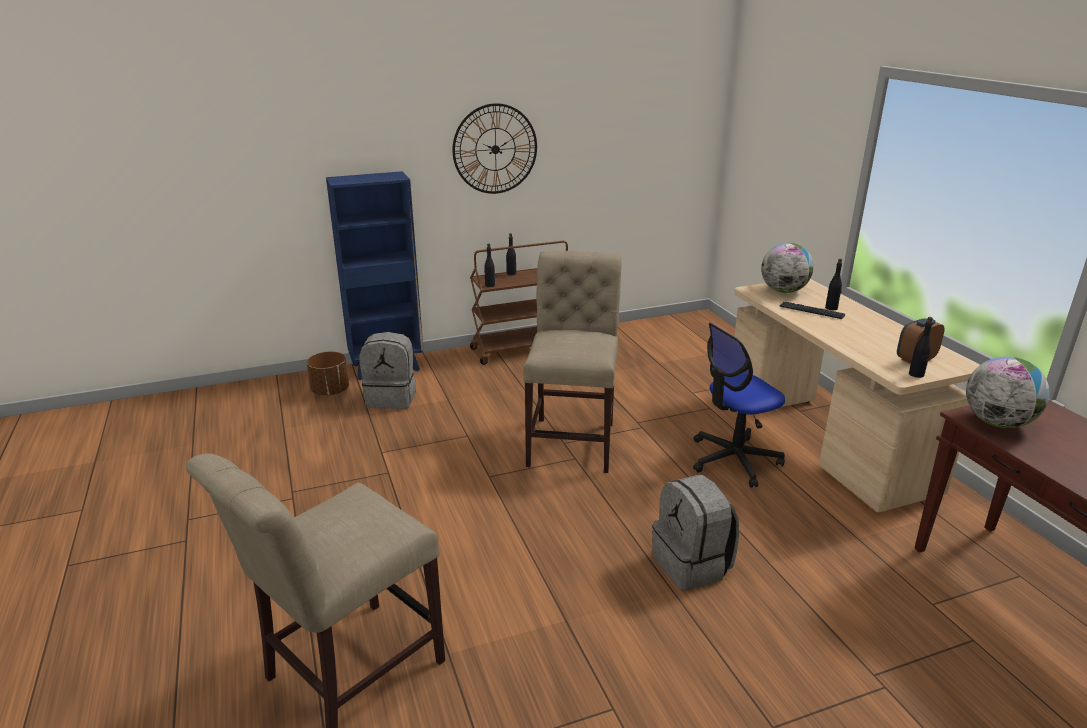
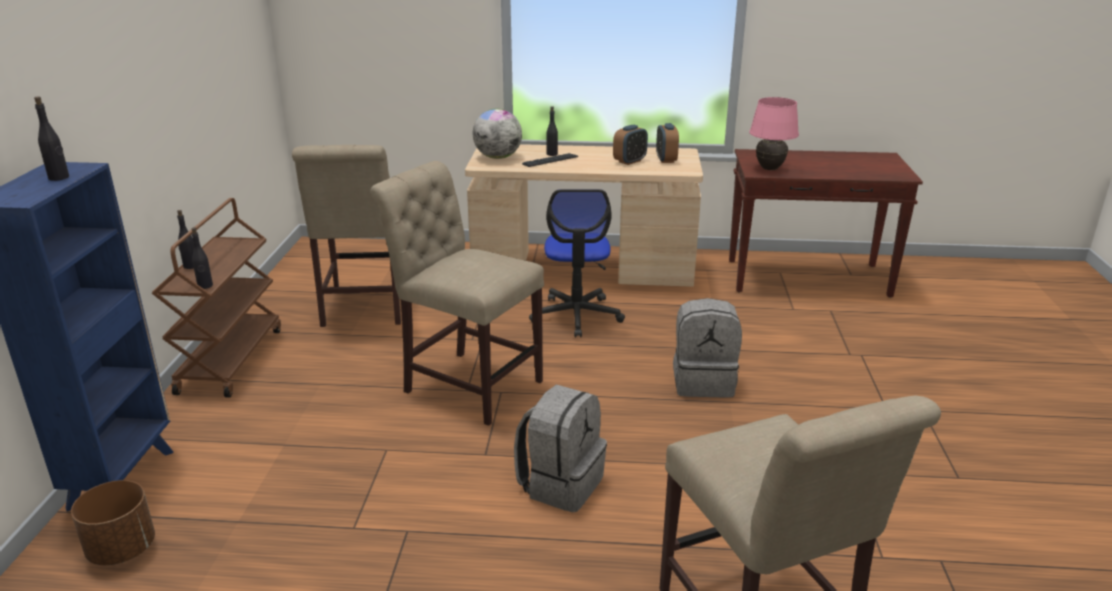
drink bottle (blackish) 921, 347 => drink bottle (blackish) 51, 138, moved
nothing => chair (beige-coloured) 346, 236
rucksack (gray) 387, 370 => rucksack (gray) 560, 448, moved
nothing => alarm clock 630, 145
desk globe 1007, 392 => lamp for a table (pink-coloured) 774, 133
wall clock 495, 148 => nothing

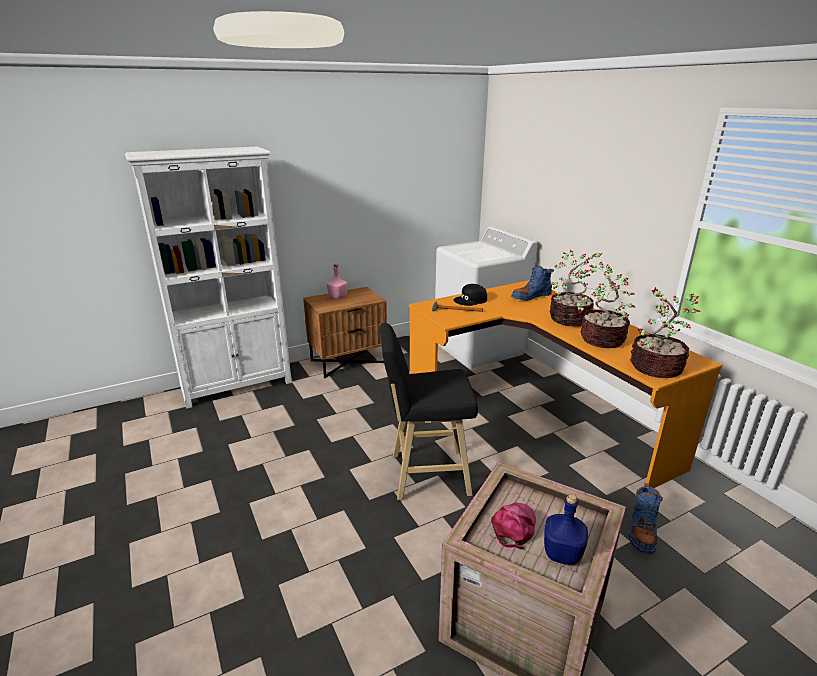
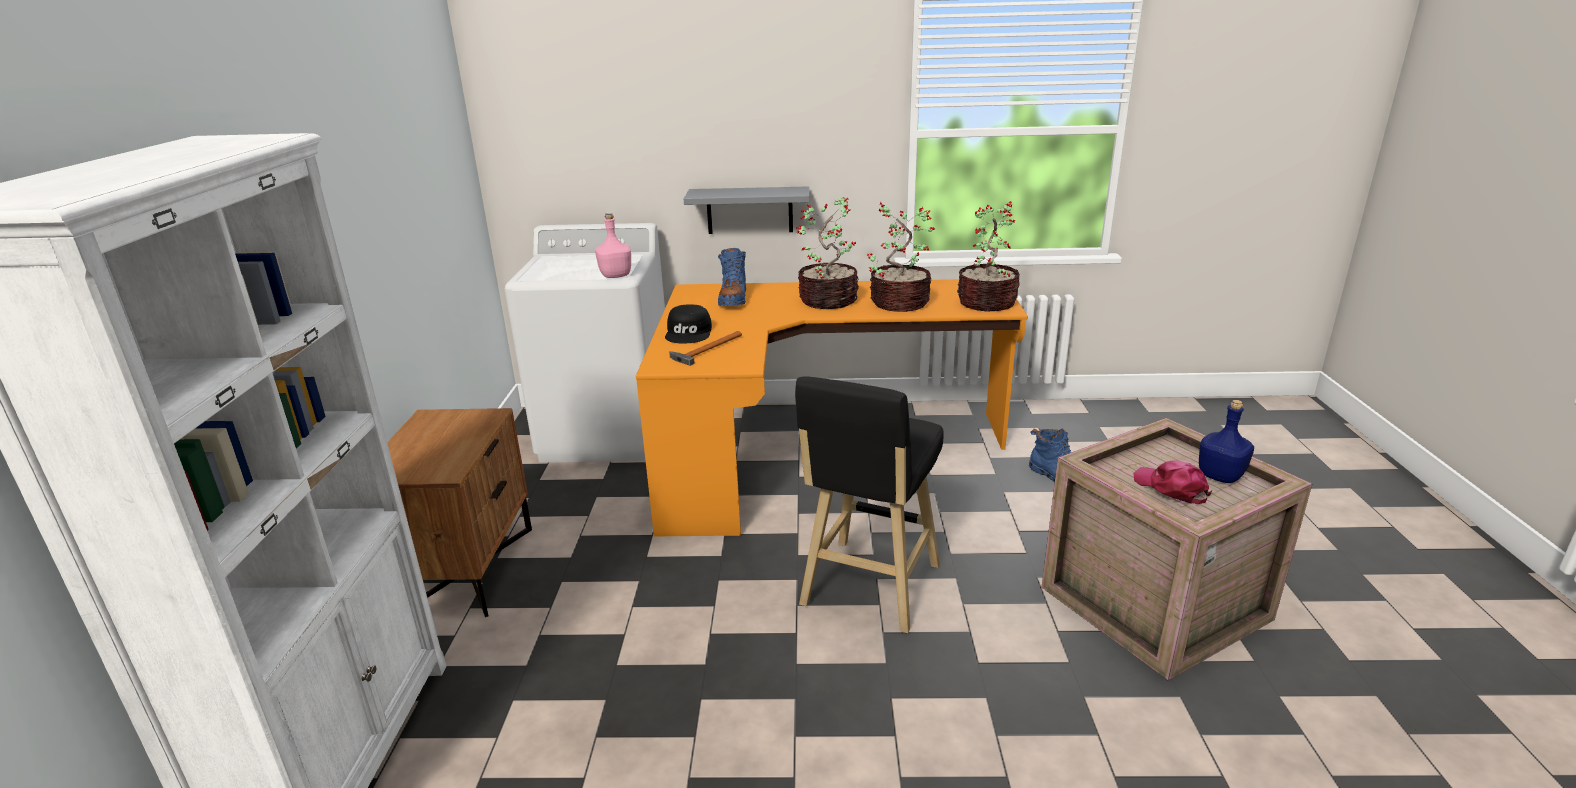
drink bottle (pink-coloured) 337, 281 => drink bottle (pink-coloured) 613, 245, moved
nothing => bracket shelf (gray) 746, 210

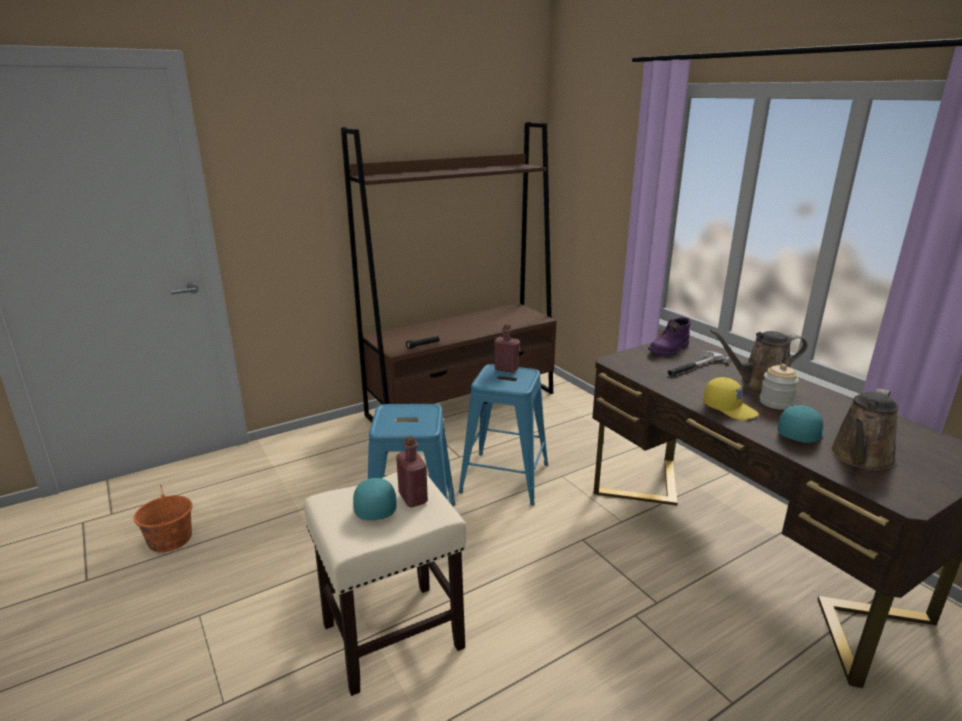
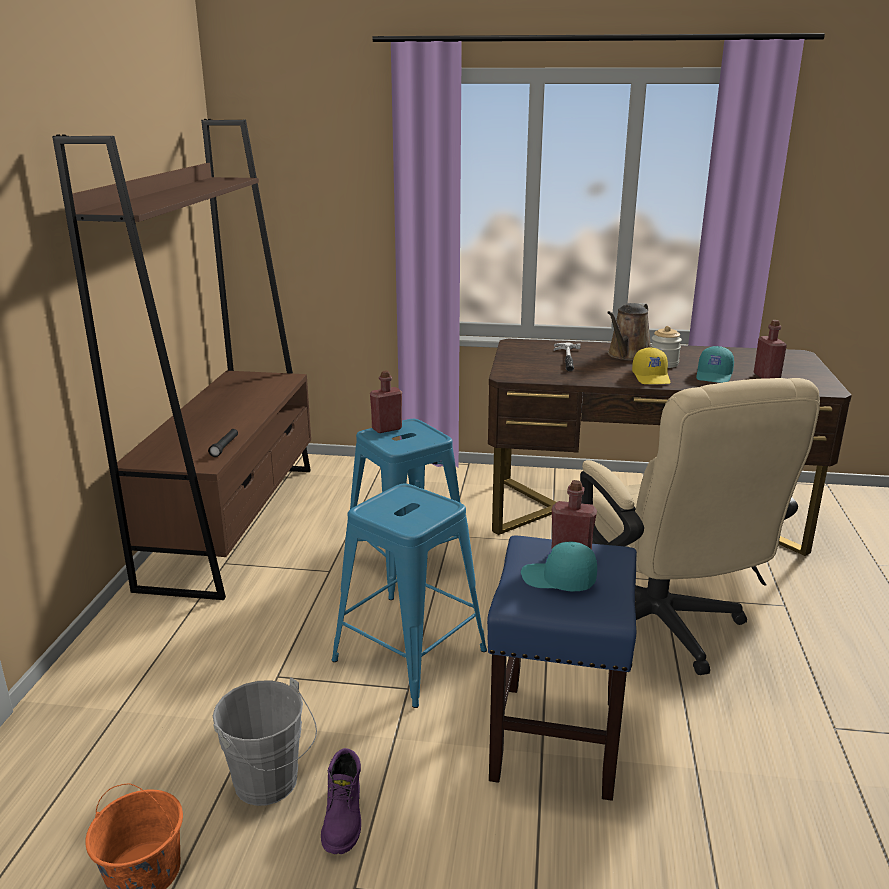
nothing => bucket (gray) 265, 741
boot (purple) 669, 336 => boot (purple) 341, 801, moved
stool seat (beige-coloured) 385, 584 => stool seat (blue) 562, 668
nothing => computer chair (beige-coloured) 700, 526
baseball cap (yellow) 731, 398 => baseball cap (yellow) 651, 366, 90 degrees clockwise
baseball cap (blue-green) 800, 424 => baseball cap (blue-green) 715, 364, 150 degrees counterclockwise
watering pot (brownish) 864, 429 => drink bottle (red-coloured) 770, 349

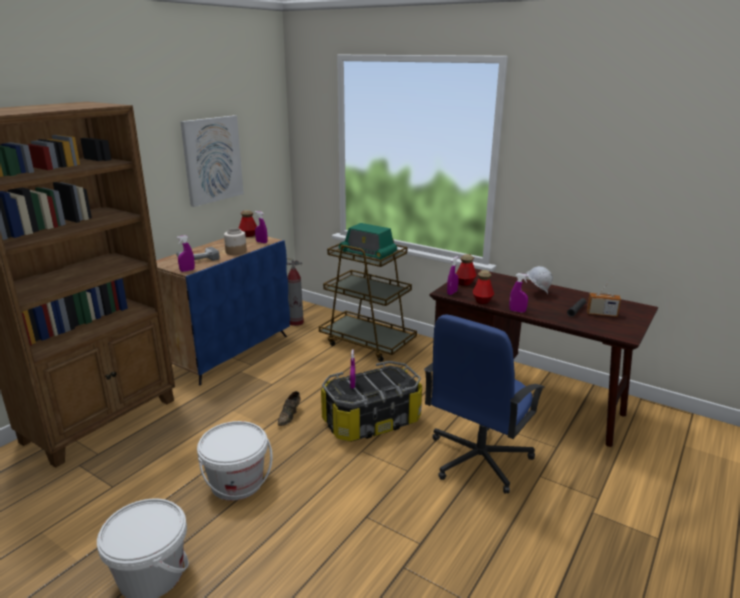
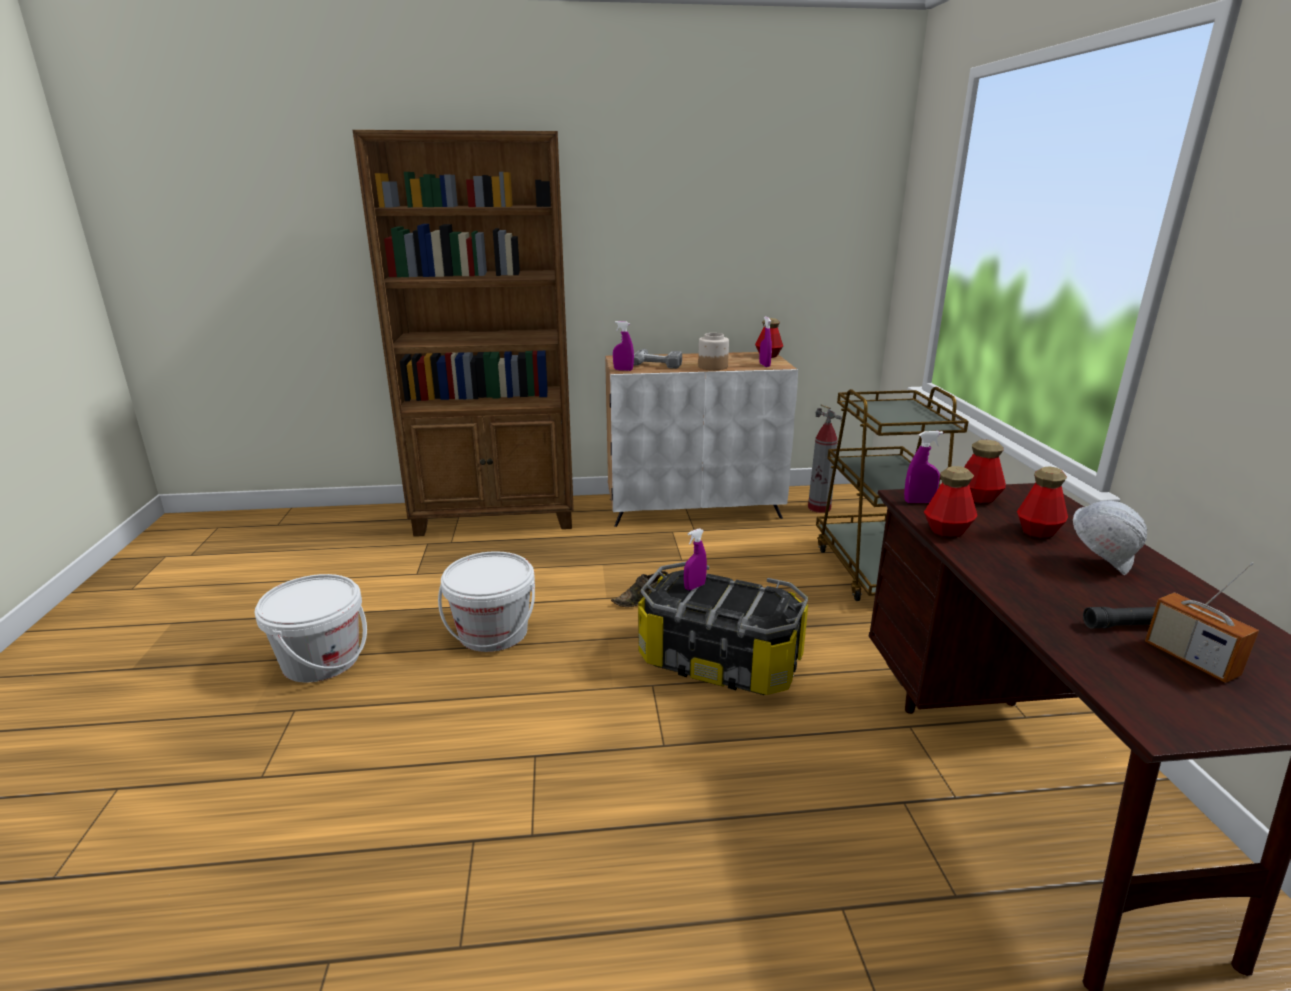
storage cabinet (blue) 223, 311 => storage cabinet (white) 701, 439
nothing => drink bottle 1042, 503
wall art 212, 161 => nothing
radio 368, 241 => nothing
computer chair (blue) 484, 404 => nothing
spray bottle (purple) 519, 293 => nothing

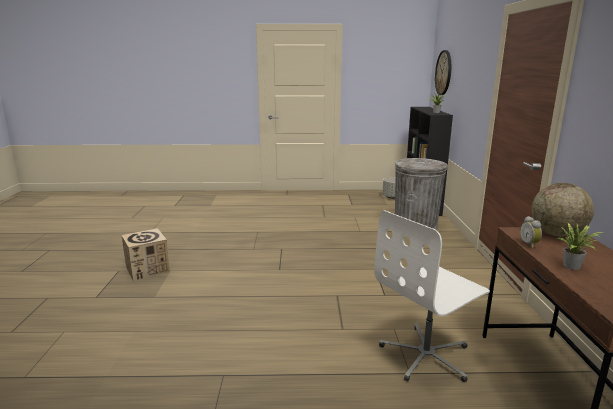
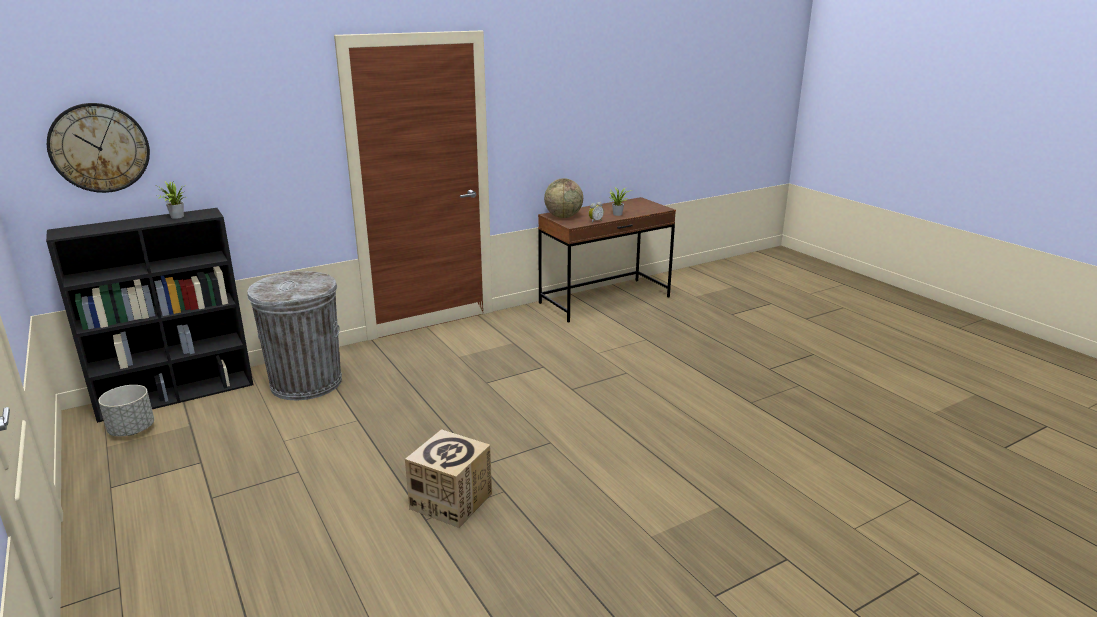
carton 146, 254 => carton 448, 478, moved
computer chair (white) 432, 296 => nothing

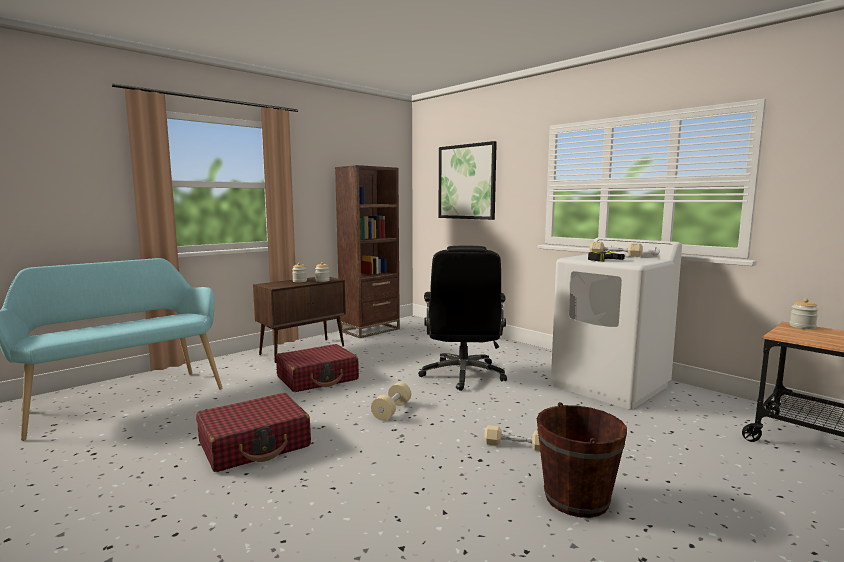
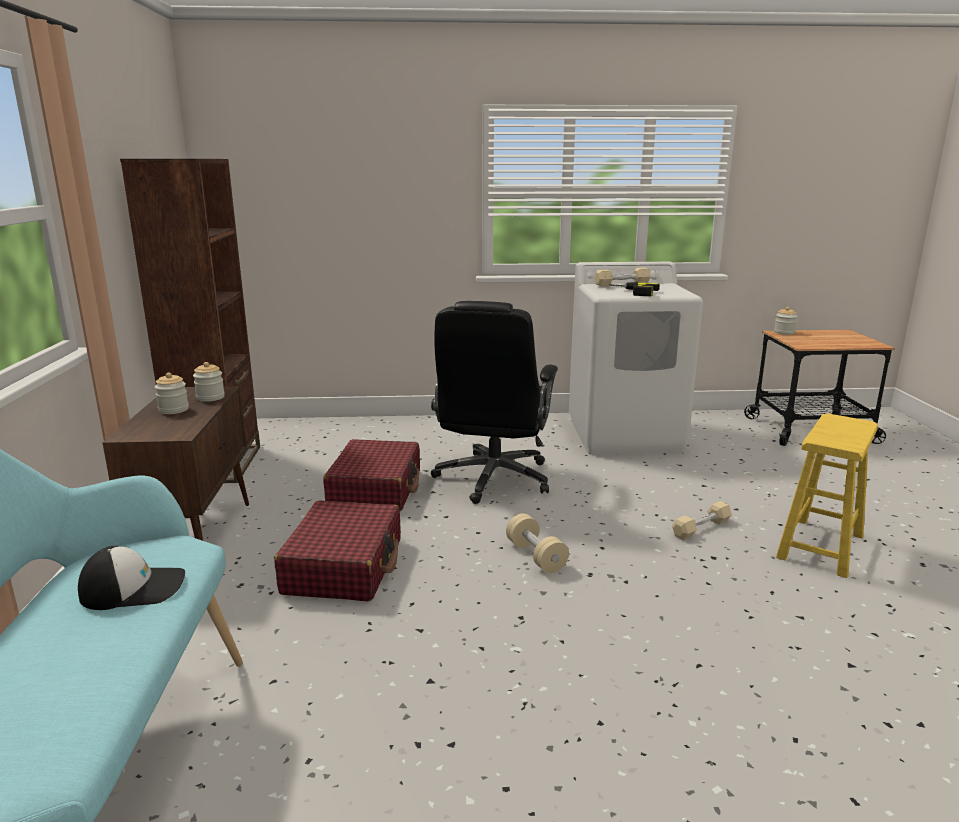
nothing => baseball cap 131, 578
travel case (red-coloured) 253, 432 => travel case (red-coloured) 371, 475, moved
computer chair (blackish) 462, 318 => computer chair (blackish) 494, 402, 60 degrees clockwise
bucket (brownish) 582, 460 => stool seat (yellow) 827, 495
wall art 467, 180 => nothing

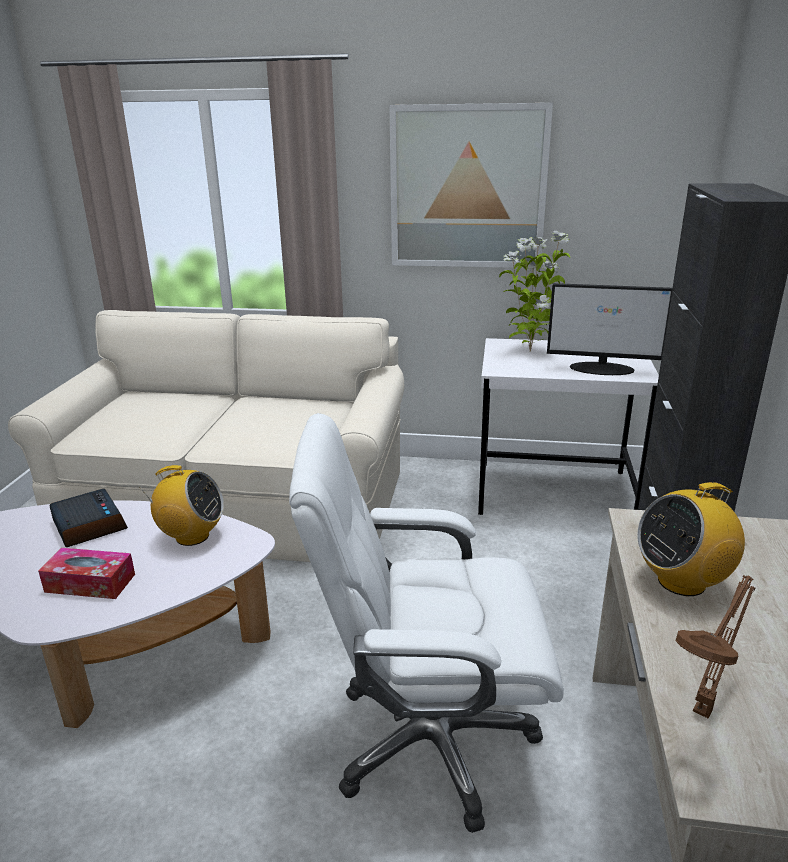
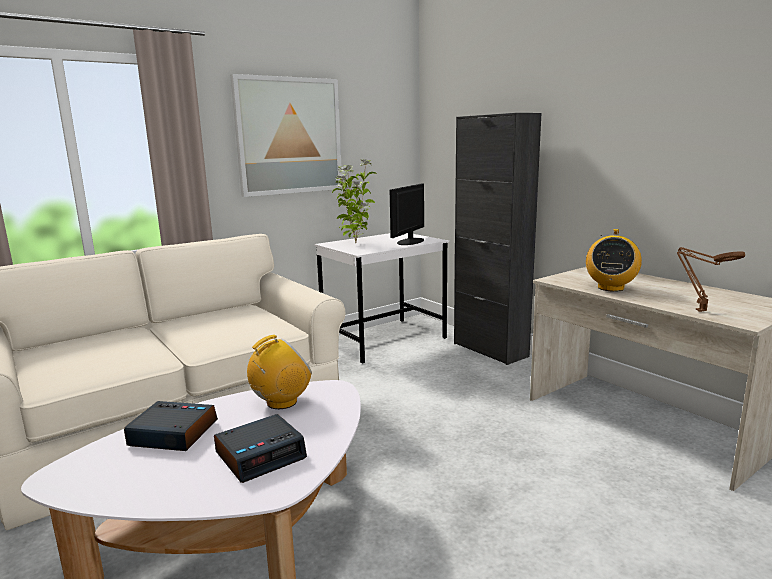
tissue box 86, 573 => alarm clock 260, 448
computer screen 609, 329 => computer screen 407, 214, 150 degrees clockwise
computer chair (white) 426, 623 => nothing

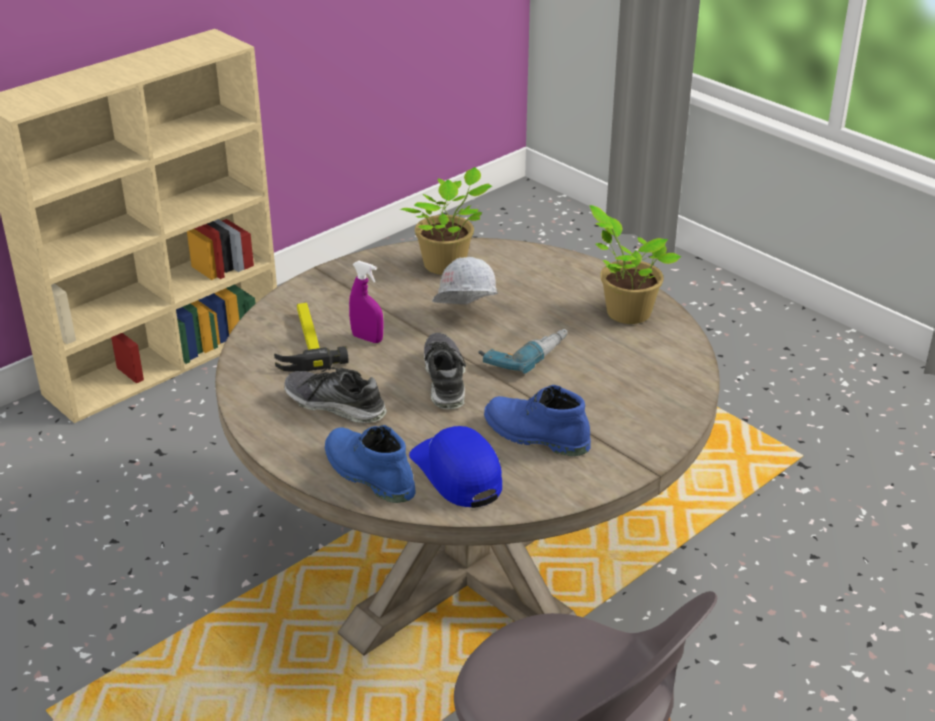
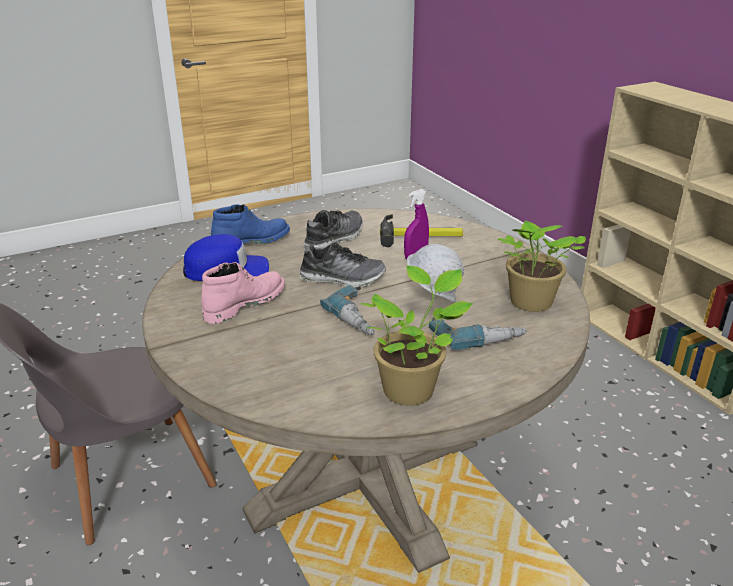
boot (blue) 537, 420 => boot (pink-coloured) 243, 293
nothing => drill 478, 333

